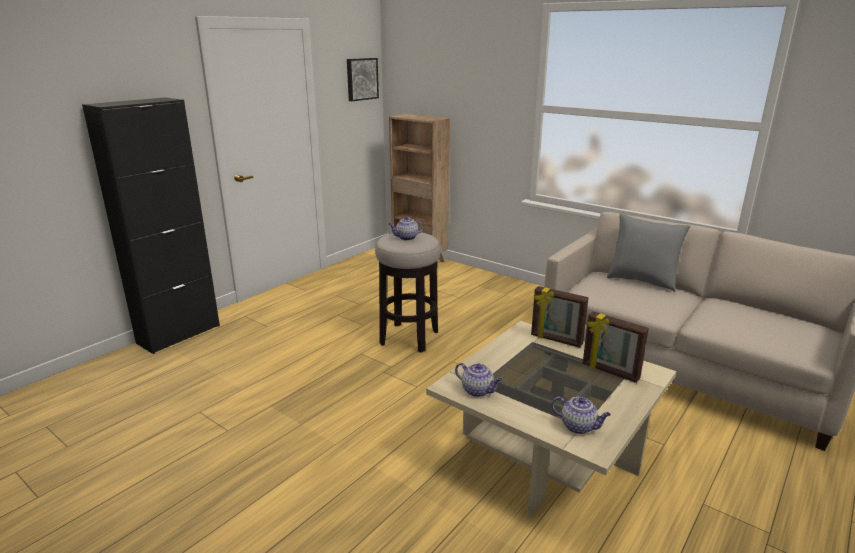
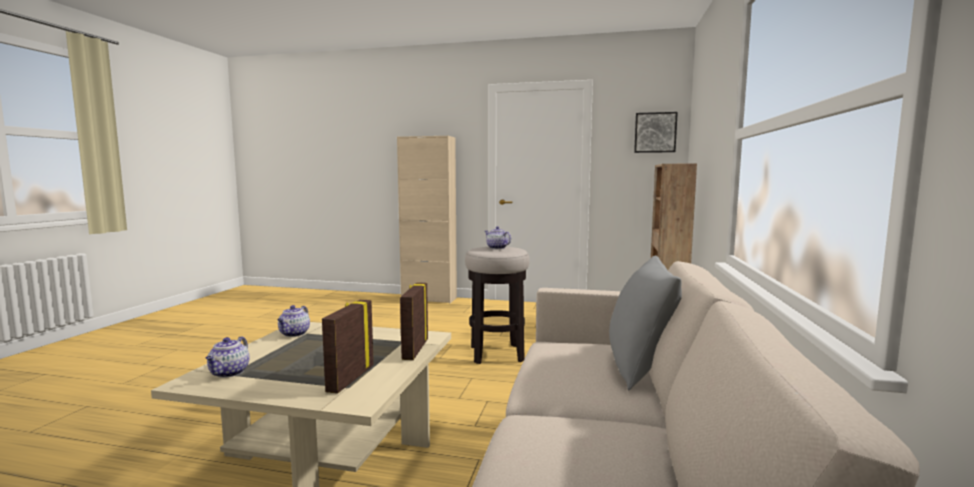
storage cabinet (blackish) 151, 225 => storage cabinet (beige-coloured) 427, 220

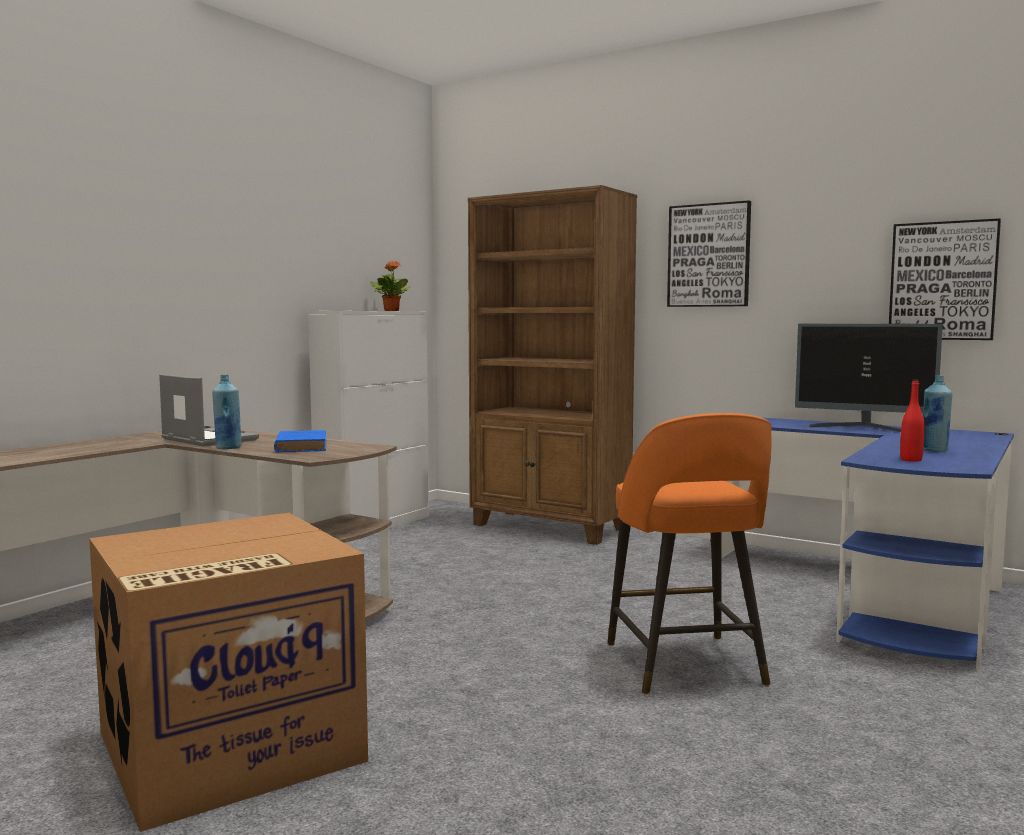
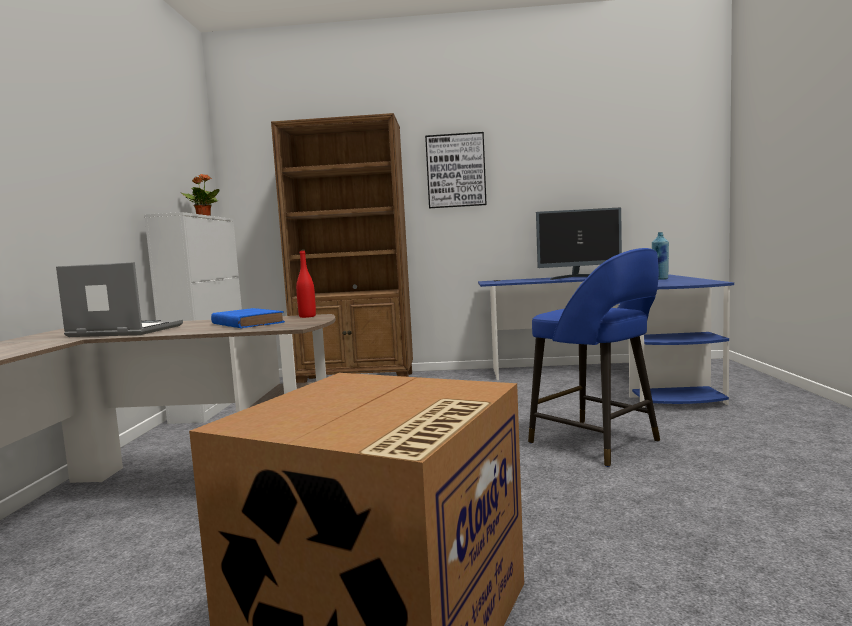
drink bottle (red-coloured) 912, 421 => drink bottle (red-coloured) 306, 284, moved
stool seat (orangey) 690, 553 => stool seat (blue) 594, 357
drink bottle (blue) 226, 412 => nothing
wall art 945, 279 => nothing

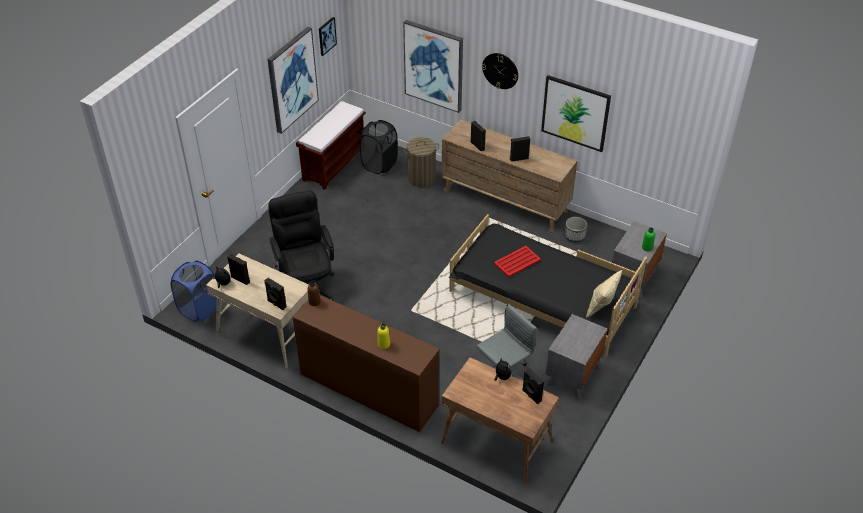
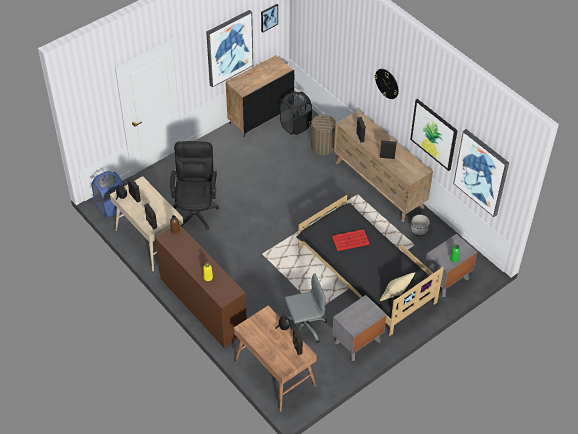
long seat (brownish) 331, 145 => storage cabinet (blackish) 260, 96
wall art 433, 66 => wall art 481, 173, moved

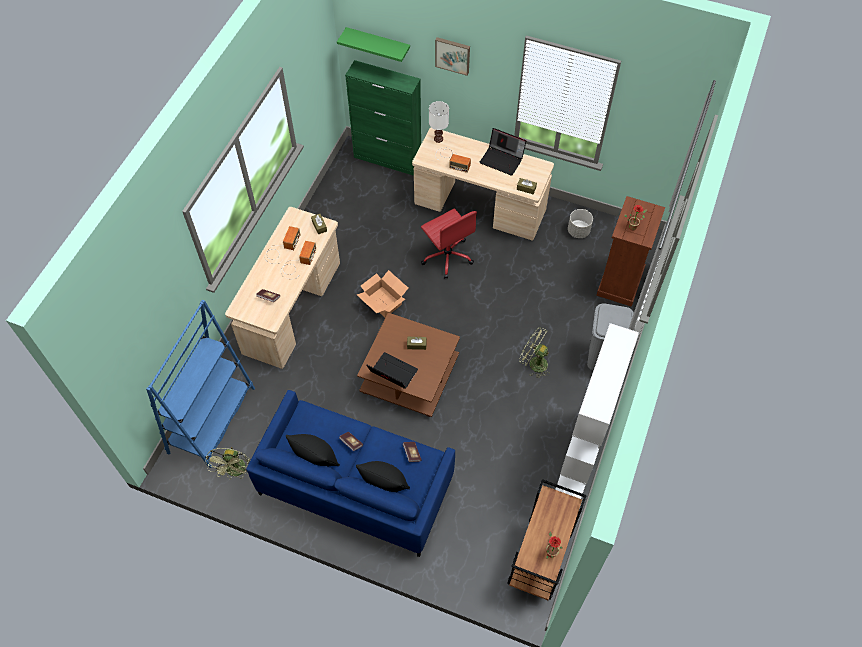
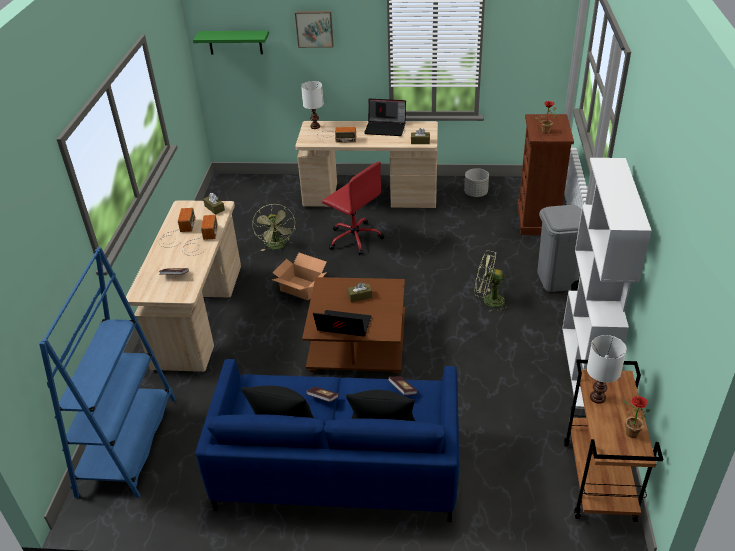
fan (green-coloured) 227, 463 => fan (green-coloured) 273, 227, moved
nothing => lamp for a table (white) 607, 369
storage cabinet (green-coloured) 383, 118 => nothing

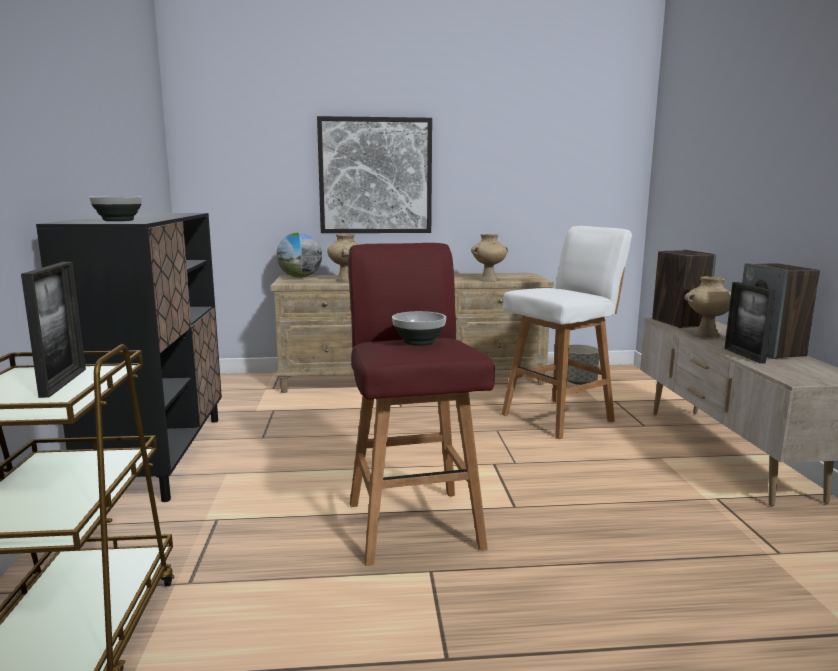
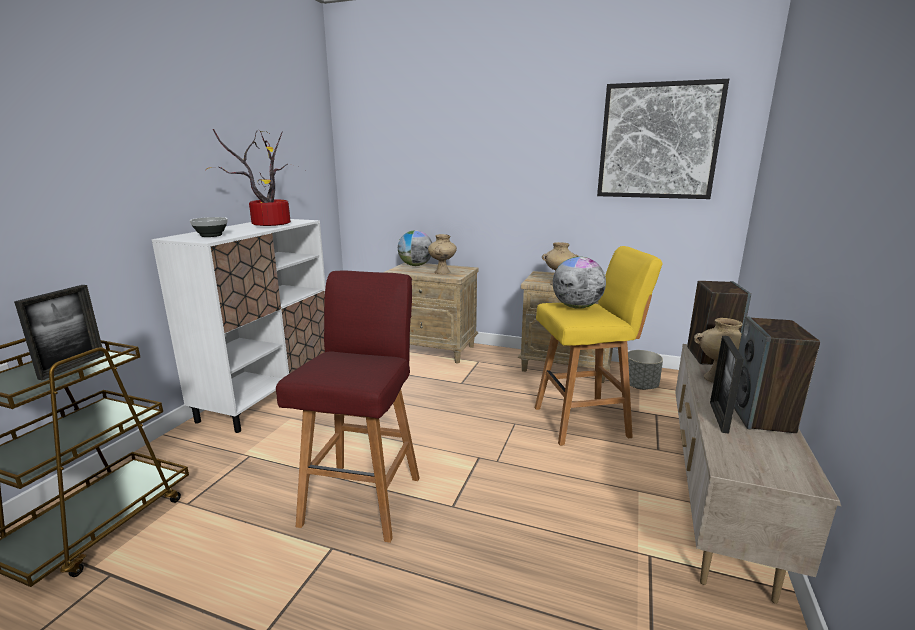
storage cabinet (blackish) 129, 357 => storage cabinet (white) 239, 326
nothing => houseplant 254, 177
stool seat (white) 567, 332 => stool seat (yellow) 599, 346
nothing => desk globe 579, 283
wall art 374, 174 => wall art 663, 139, moved
serving bowl 419, 328 => nothing

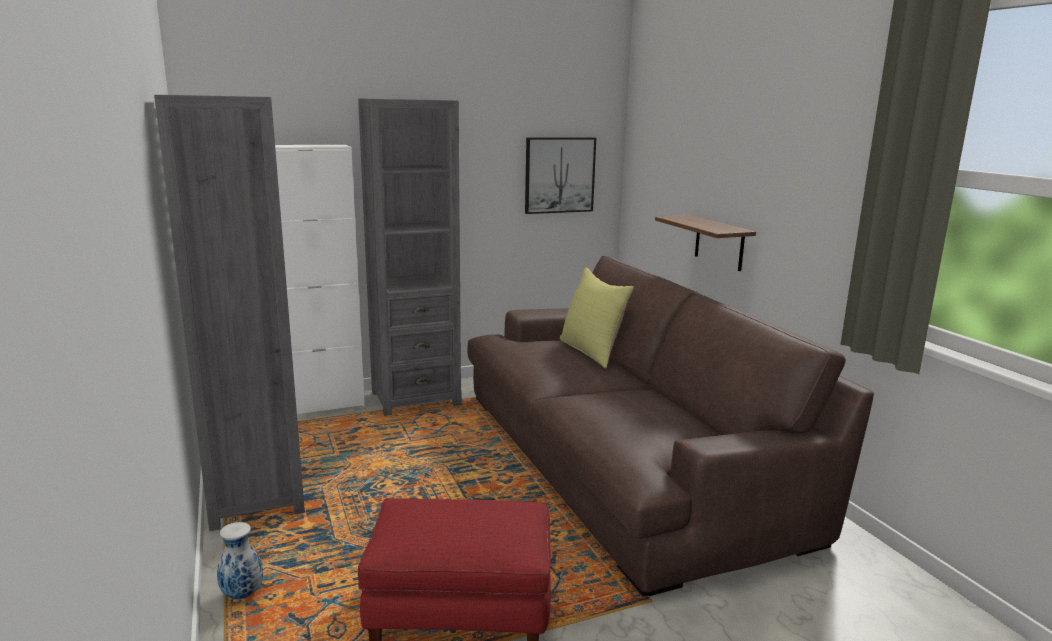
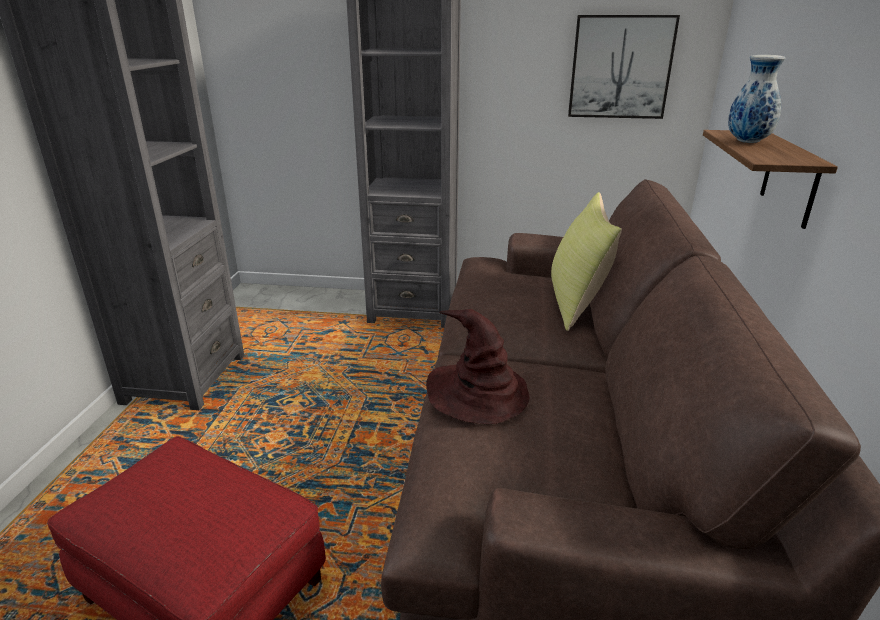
nothing => clothing hat (brownish) 477, 366
flower vase 240, 560 => flower vase 756, 99, moved
storage cabinet (white) 320, 279 => nothing

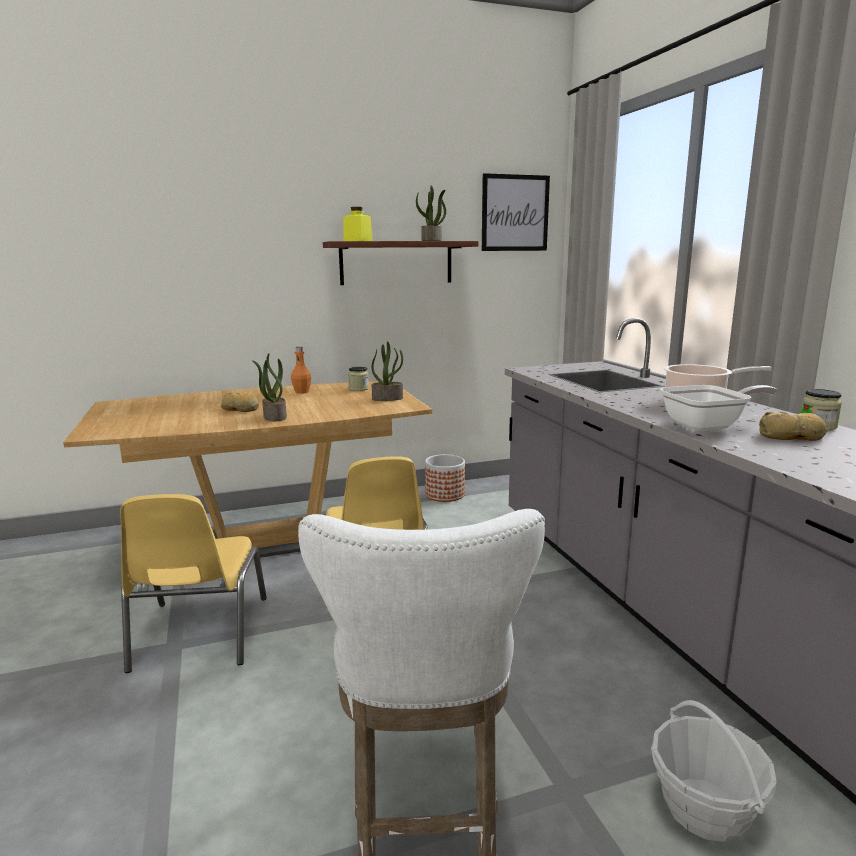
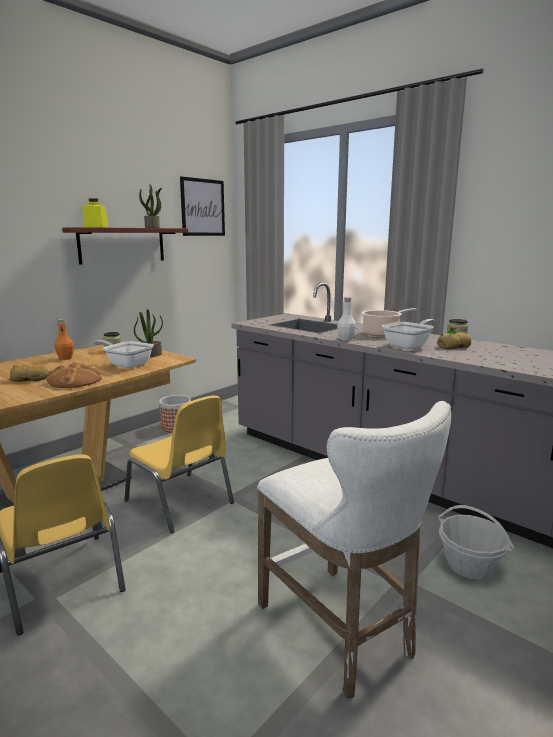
houseplant 269, 387 => bakery bread 74, 375
nothing => skillet 123, 354
nothing => drink bottle (white) 346, 319

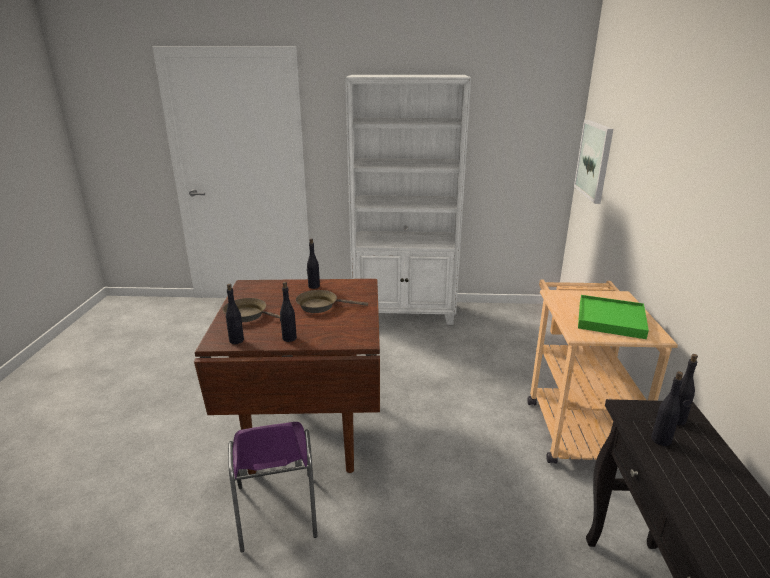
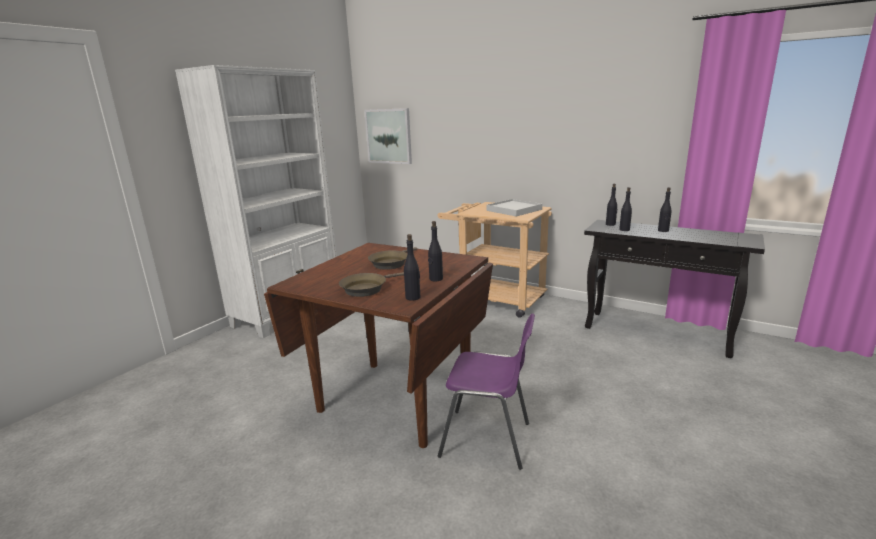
serving tray (green-coloured) 613, 317 => serving tray (white) 514, 207
drink bottle (blackish) 313, 264 => drink bottle (blackish) 665, 209, moved

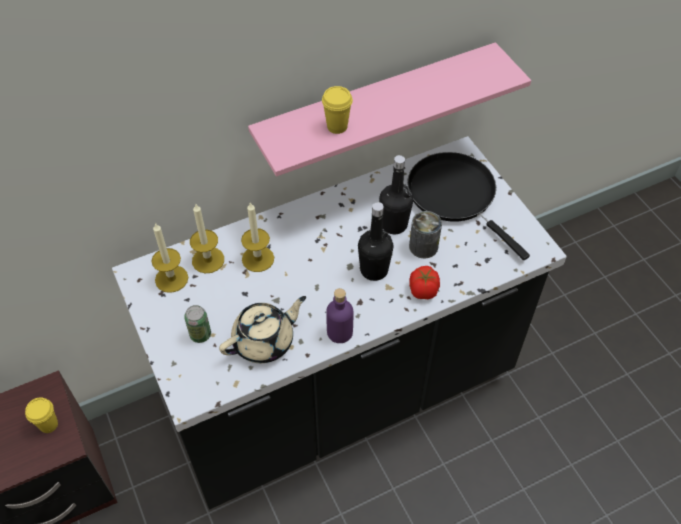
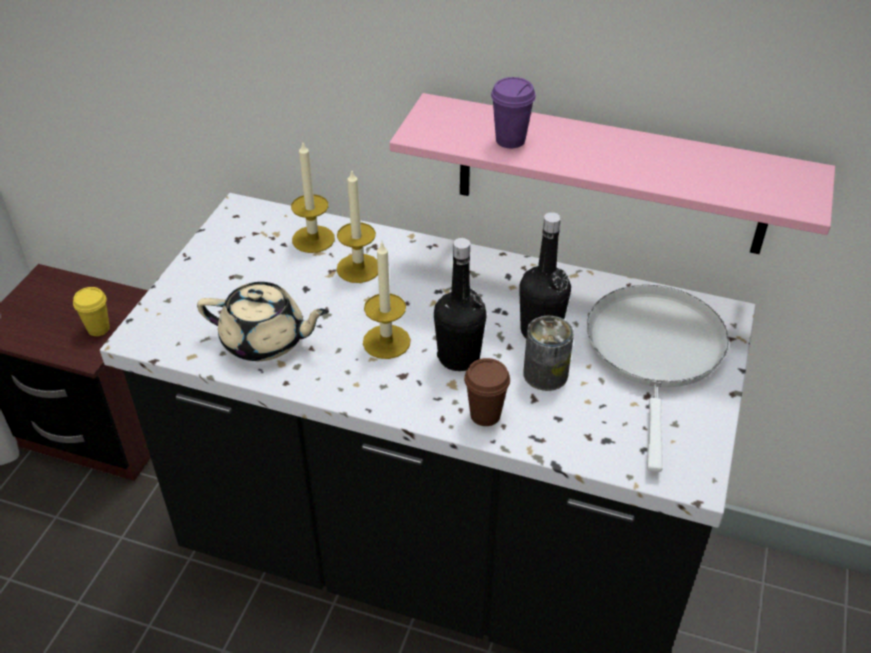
wax candle 169, 258 => wax candle 387, 300, moved
fresh tomato 424, 282 => small cup (brownish) 487, 392
small cup (yellow) 337, 110 => small cup (purple) 513, 112
skillet (blackish) 468, 206 => skillet (white) 658, 378
can 197, 324 => nothing
drink bottle (purple) 339, 315 => nothing

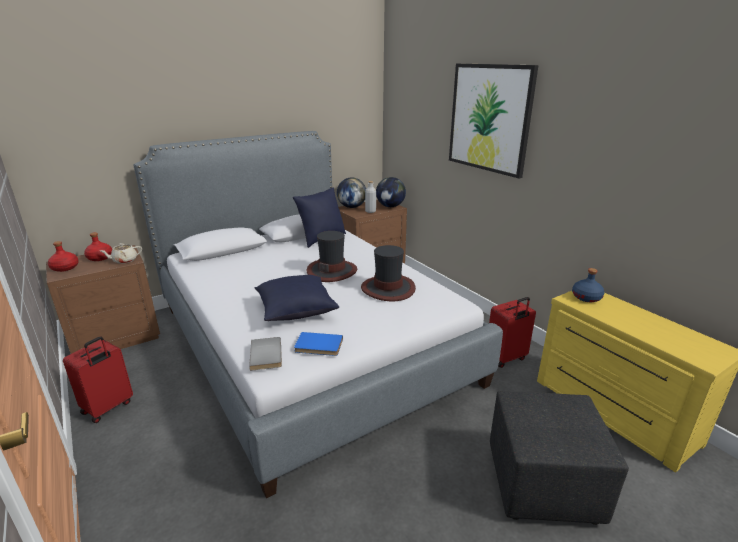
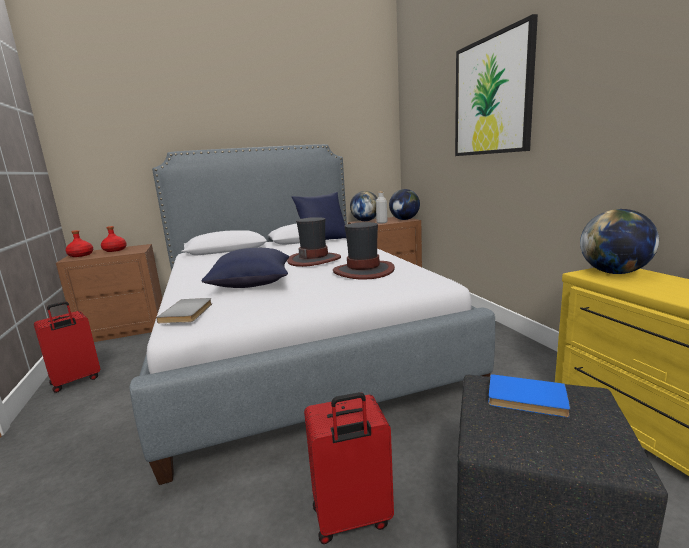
travel case (red-coloured) 512, 332 => travel case (red-coloured) 349, 468, moved
book (blue) 318, 344 => book (blue) 529, 395, moved
drink bottle (blue) 588, 285 => desk globe 619, 241
pot for tea (beige-coloured) 121, 253 => nothing

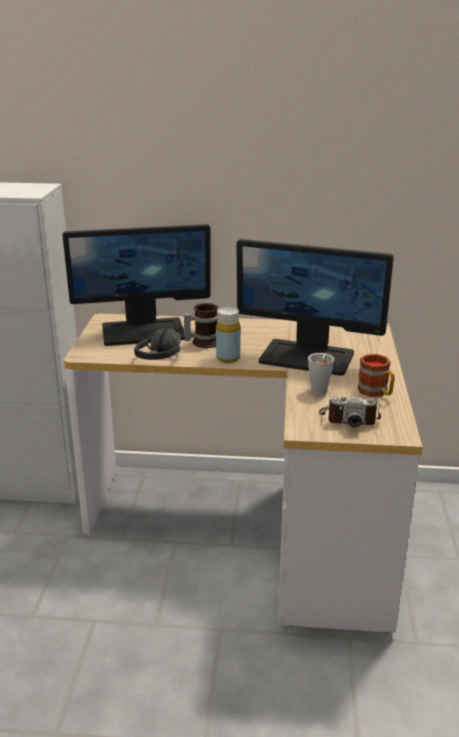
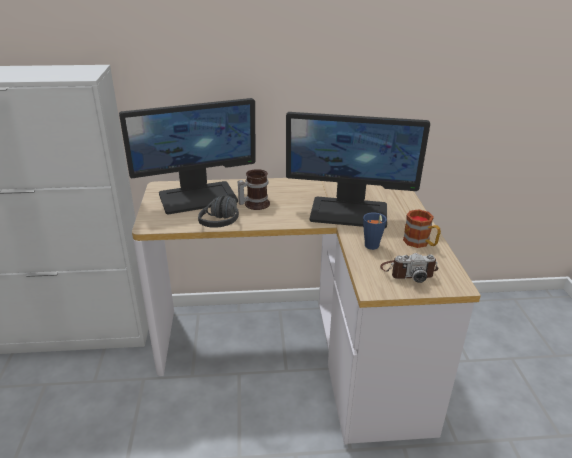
small cup (gray) 321, 374 => small cup (blue) 375, 231
drink bottle (yellow) 228, 335 => nothing

